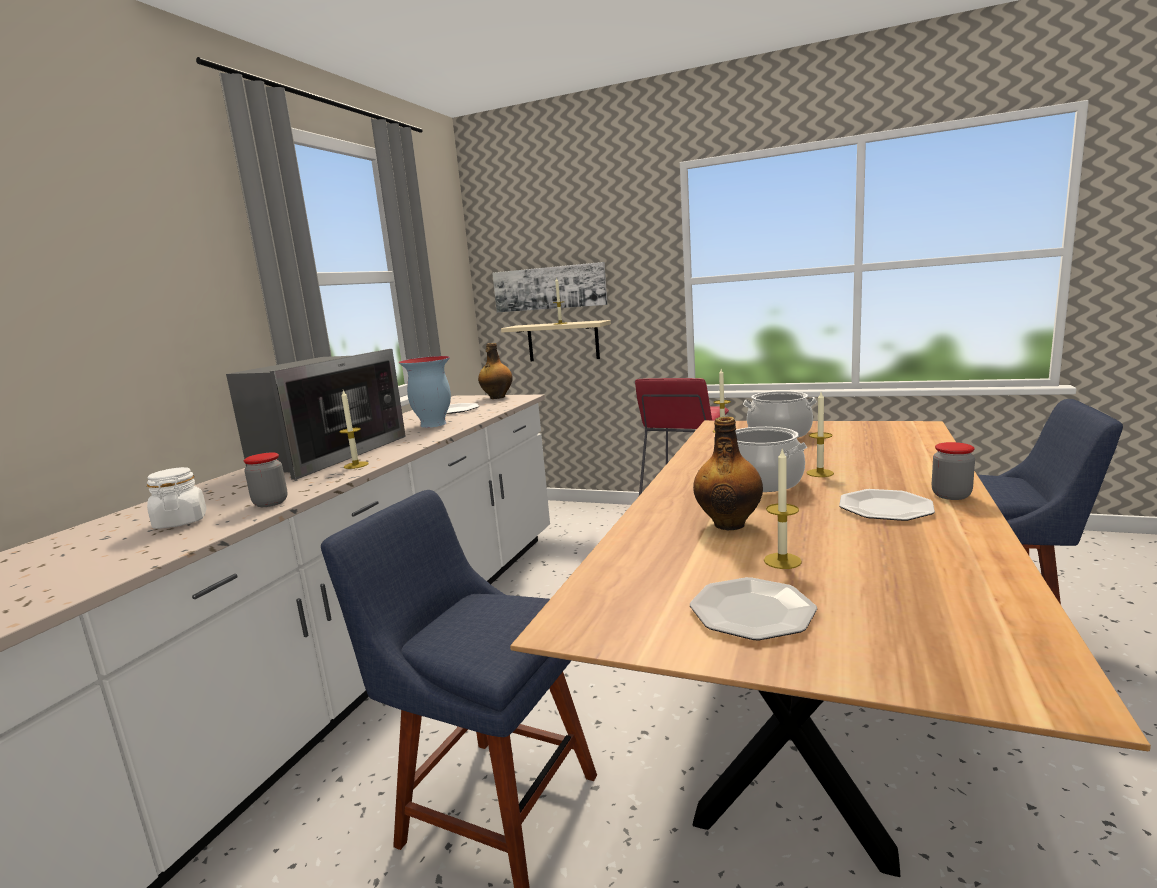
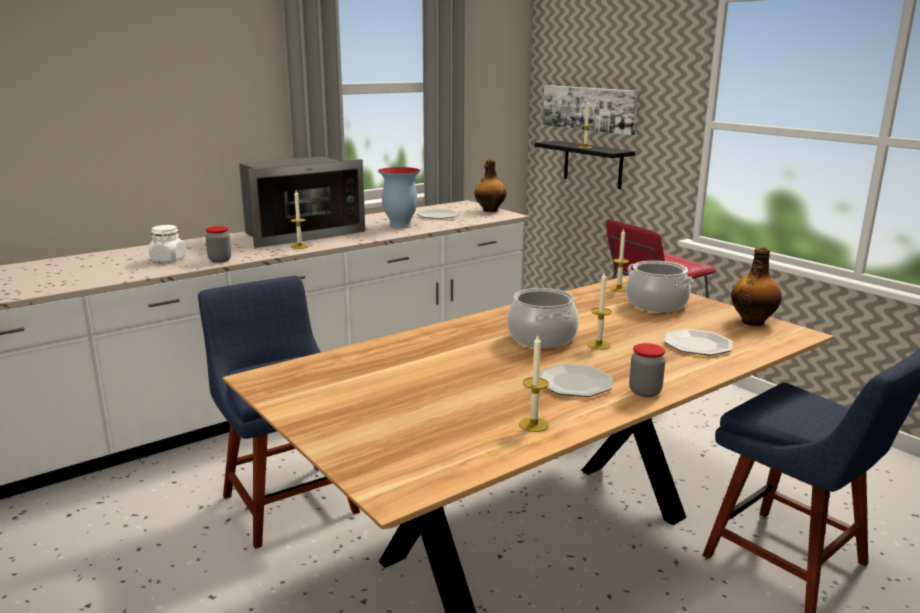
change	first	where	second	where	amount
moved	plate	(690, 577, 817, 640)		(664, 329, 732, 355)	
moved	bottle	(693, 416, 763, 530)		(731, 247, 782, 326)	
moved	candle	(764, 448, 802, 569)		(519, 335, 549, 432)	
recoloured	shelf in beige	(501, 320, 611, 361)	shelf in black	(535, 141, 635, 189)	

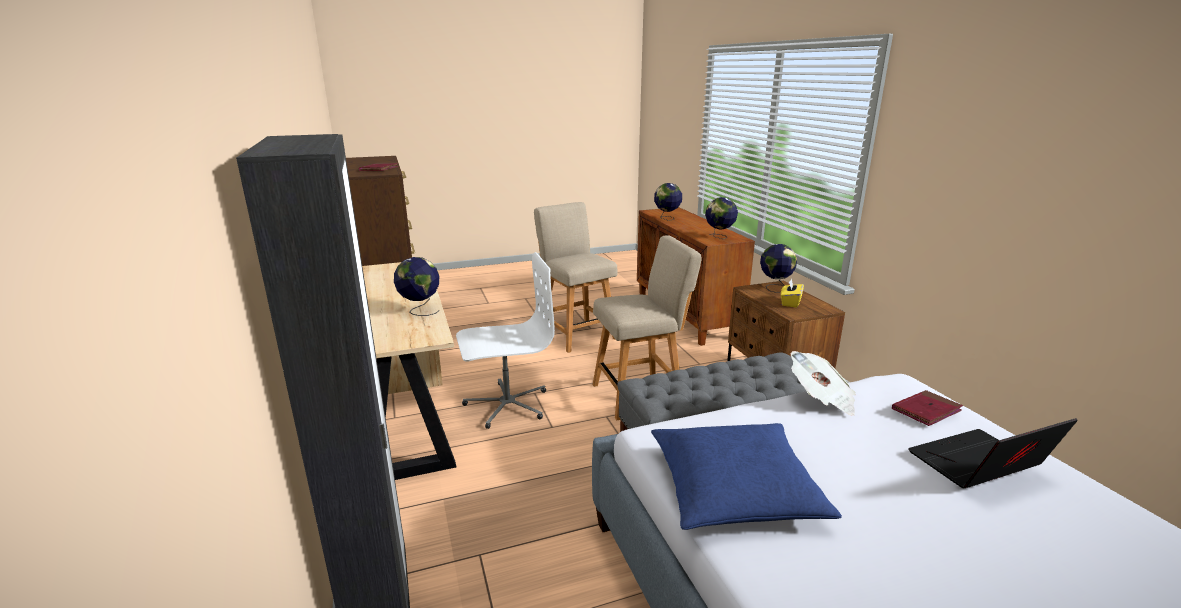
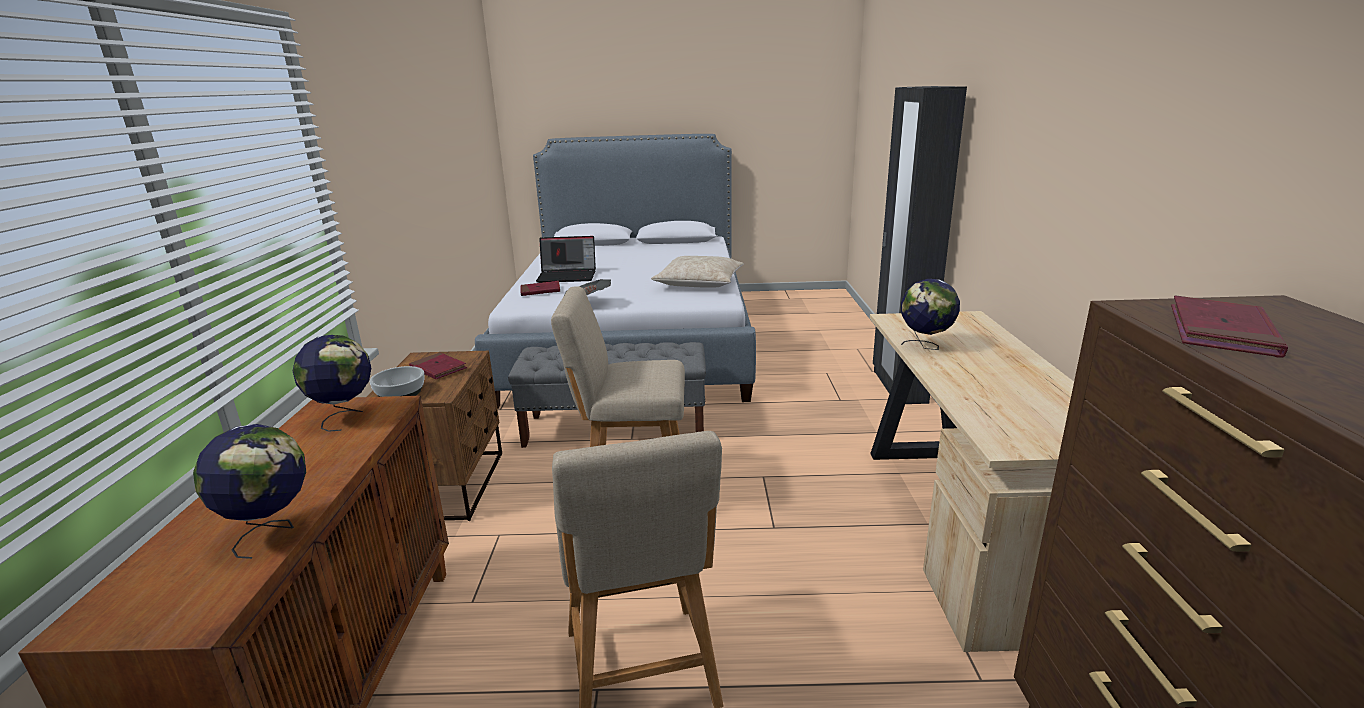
change	first	where	second	where	amount
removed	office chair in white	(456, 252, 555, 429)			
replaced	globe	(760, 244, 797, 293)	bowl	(369, 366, 425, 397)	
replaced	tissue box in yellow	(781, 278, 804, 308)	book in red	(409, 352, 467, 379)	
recoloured	pillow in blue	(651, 423, 842, 530)	pillow in beige	(651, 256, 744, 288)	

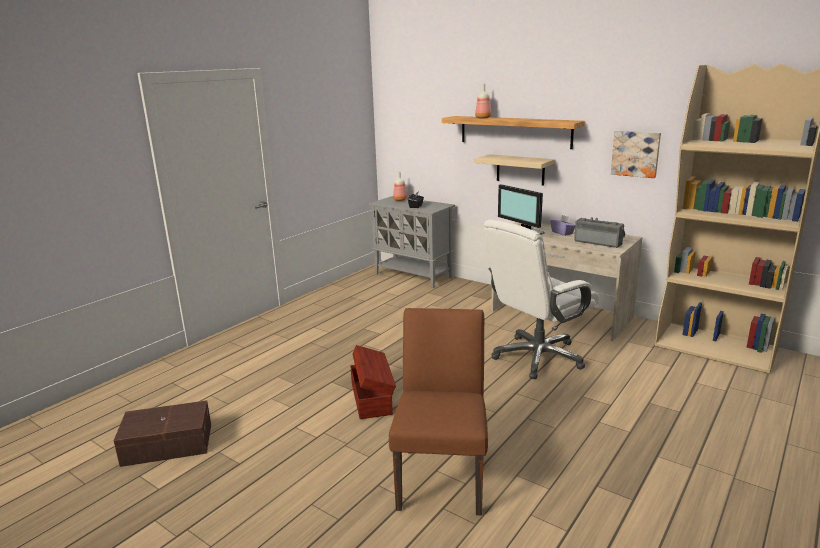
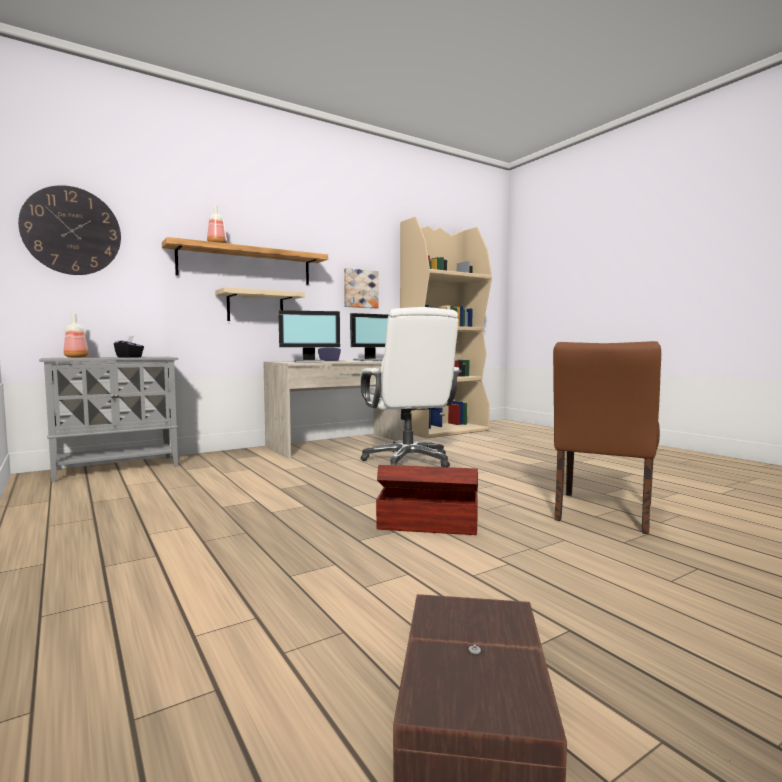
change	first	where	second	where	amount
added			wall clock	(18, 185, 121, 275)	
replaced	radio	(574, 217, 625, 248)	monitor	(350, 313, 388, 361)	
turned	chair in brown	(389, 308, 488, 515)		(553, 341, 661, 534)	90 degrees counterclockwise

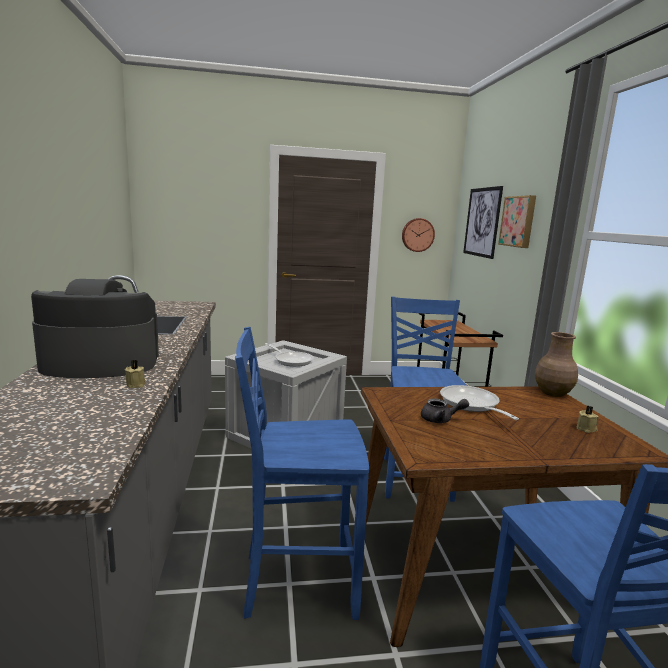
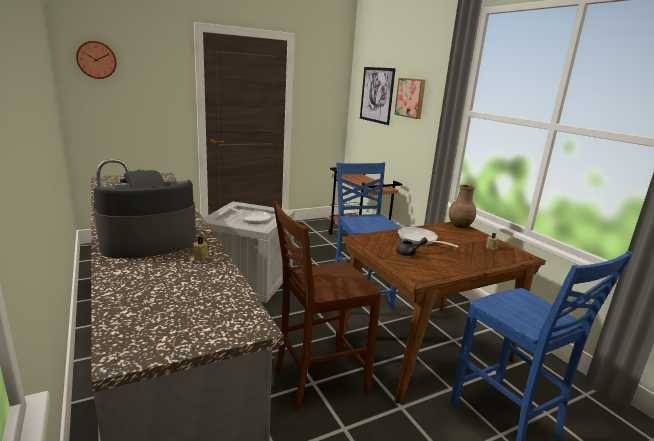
change	first	where	second	where	amount
moved	wall clock	(402, 218, 435, 252)		(76, 41, 117, 79)	
recoloured	chair in blue	(235, 327, 369, 620)	chair in brown	(273, 201, 381, 411)	

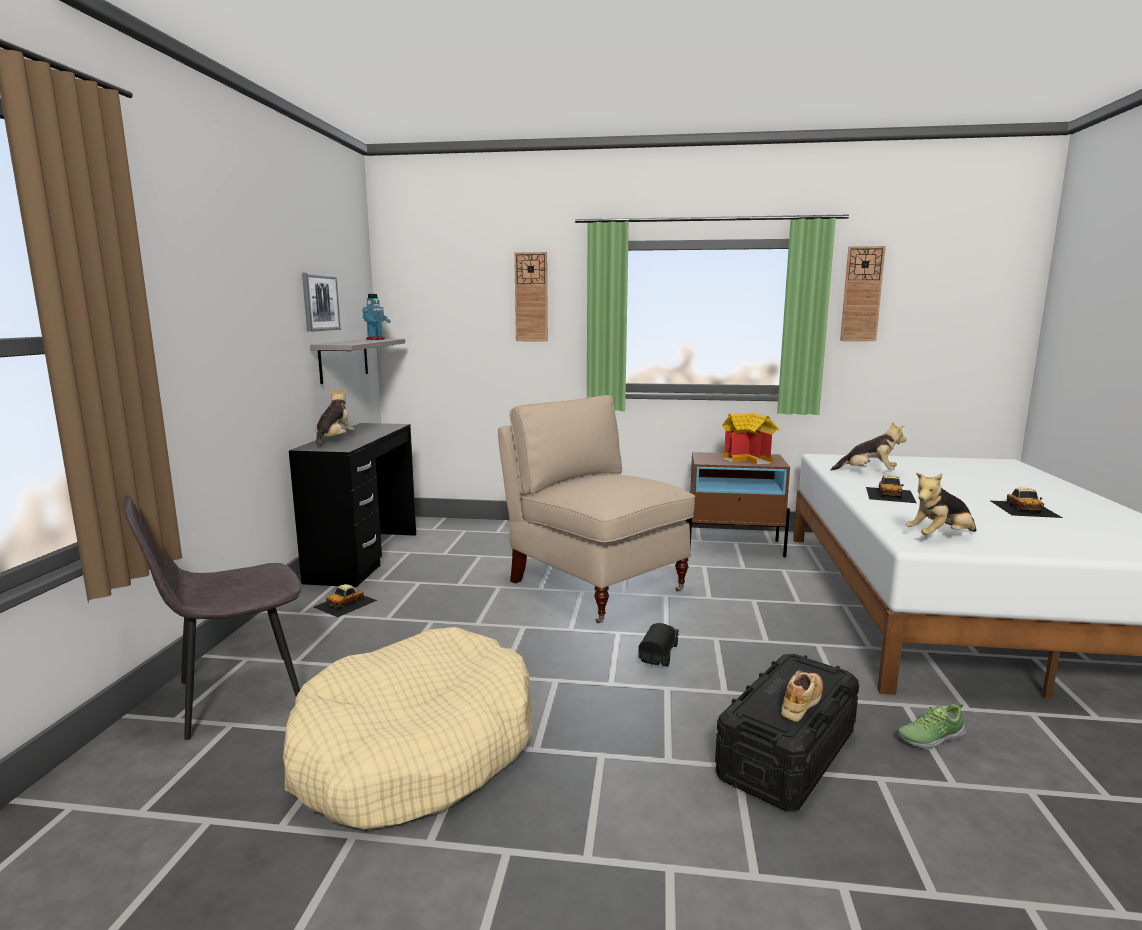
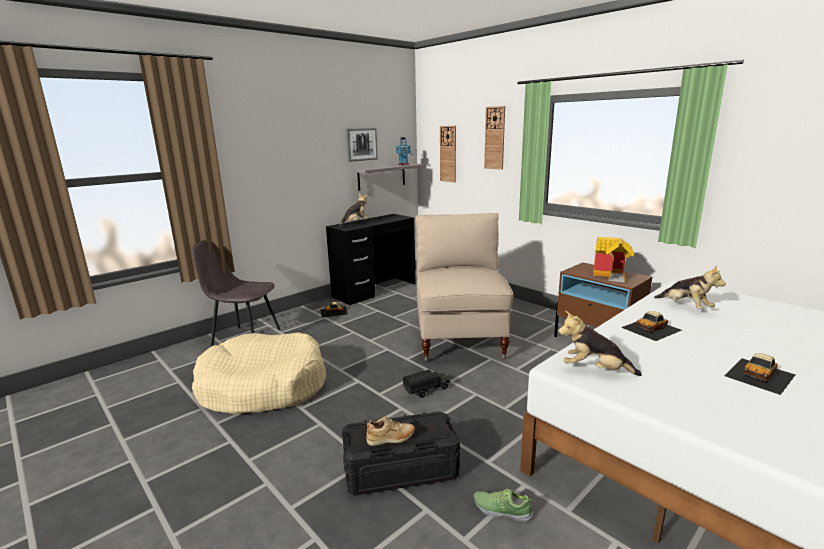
change	first	where	second	where	amount
moved	wall clock	(840, 246, 886, 341)		(440, 126, 456, 182)	

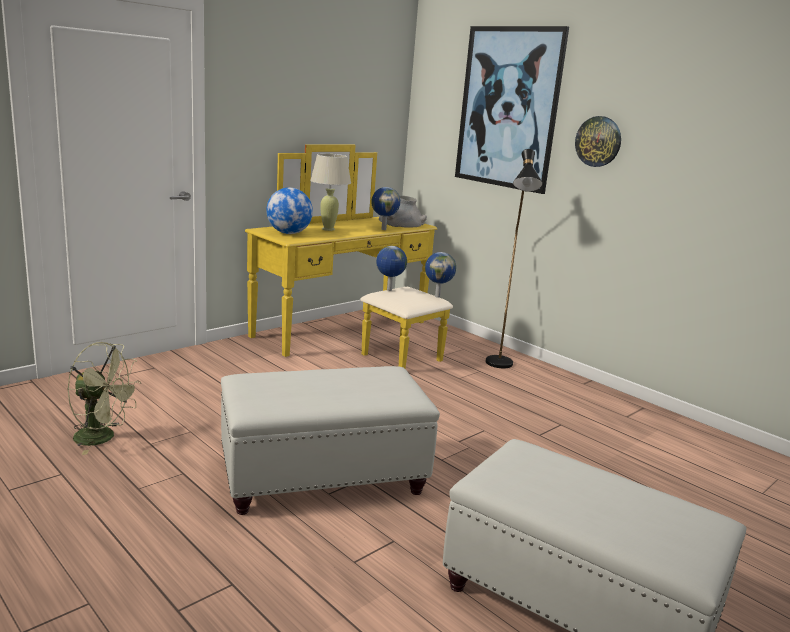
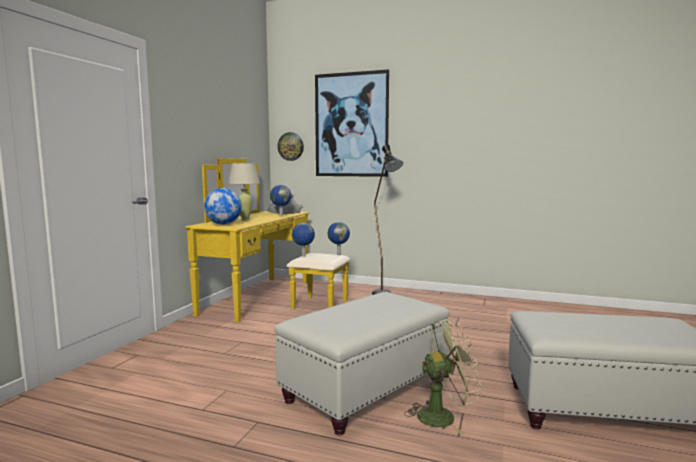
change	first	where	second	where	amount
moved	fan in green	(68, 342, 141, 455)		(404, 320, 482, 434)	
moved	wall clock	(575, 116, 621, 167)		(277, 132, 304, 161)	

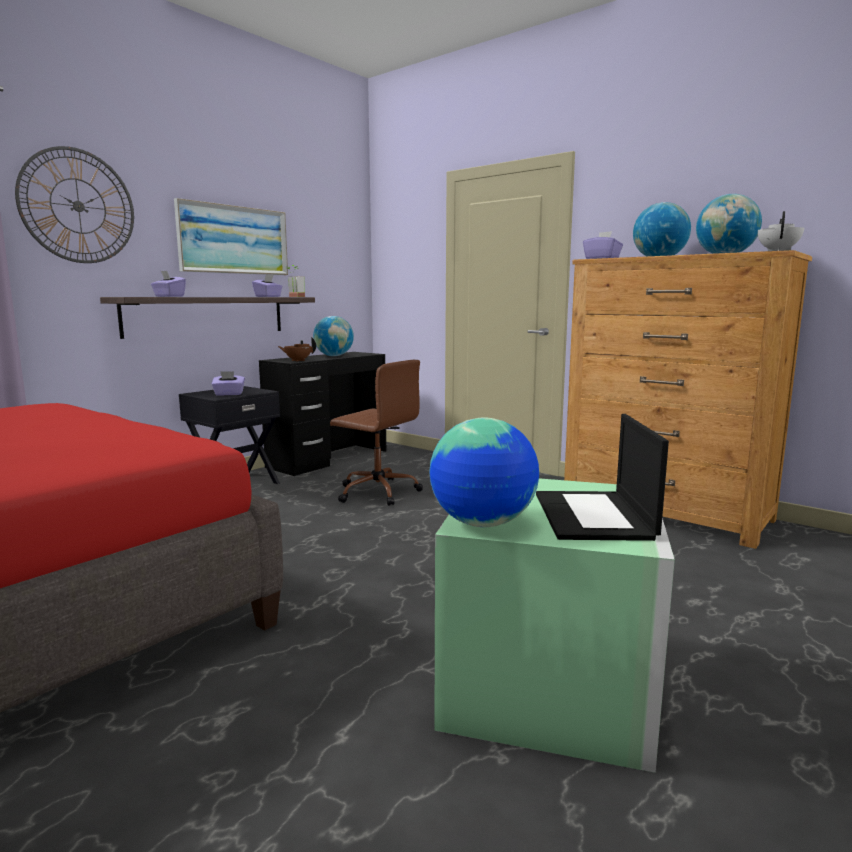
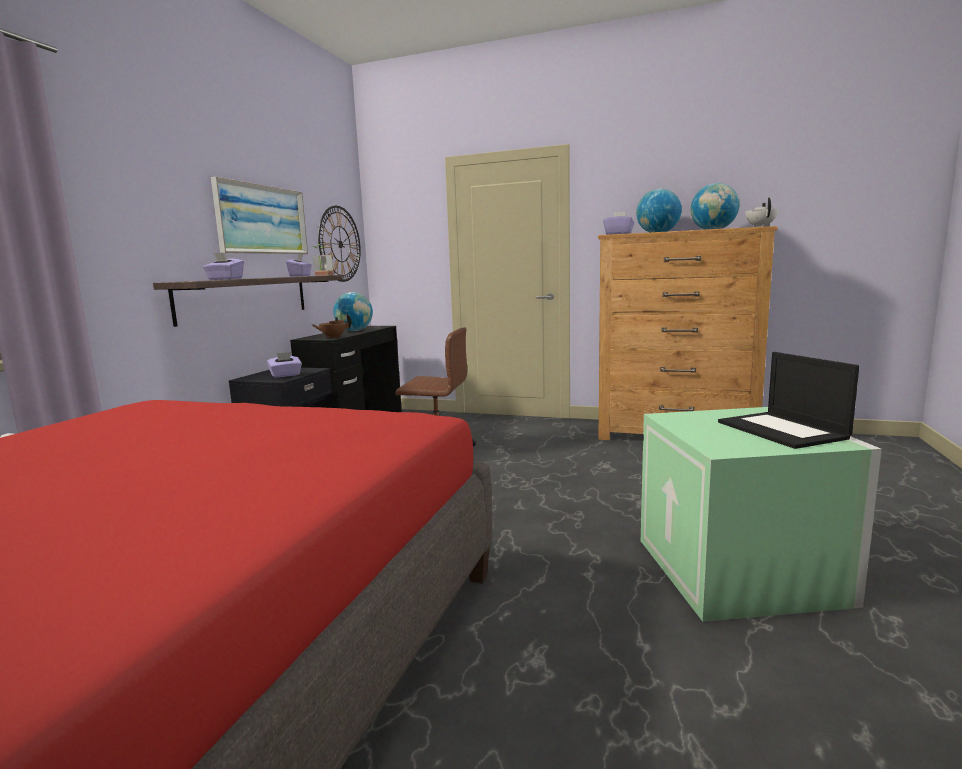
change	first	where	second	where	amount
removed	globe	(429, 417, 539, 527)			
moved	wall clock	(15, 146, 134, 263)		(318, 206, 361, 282)	

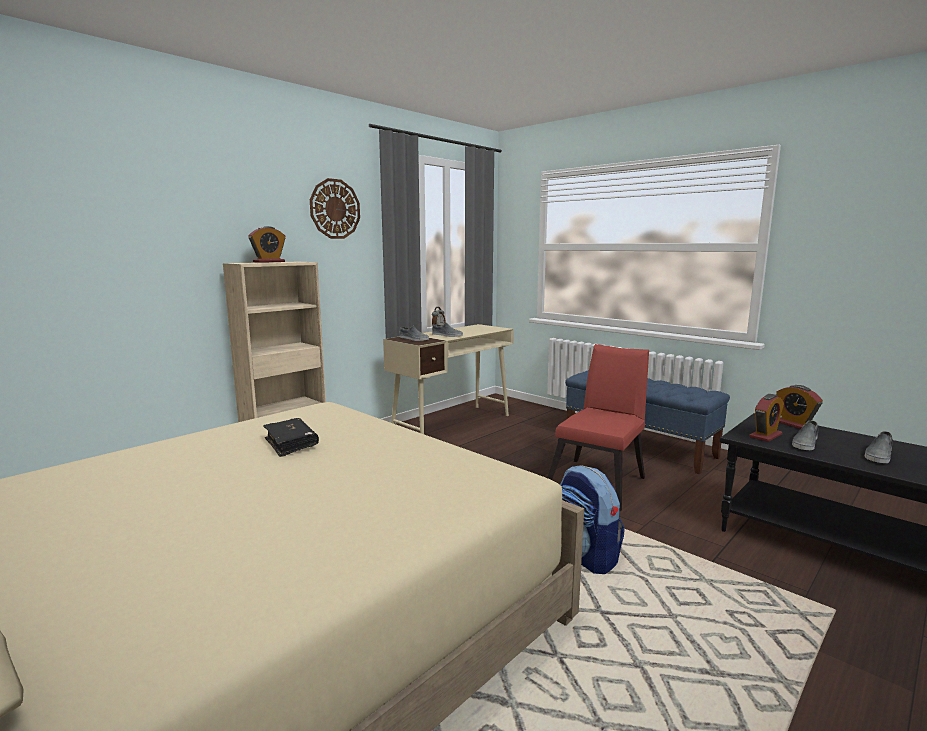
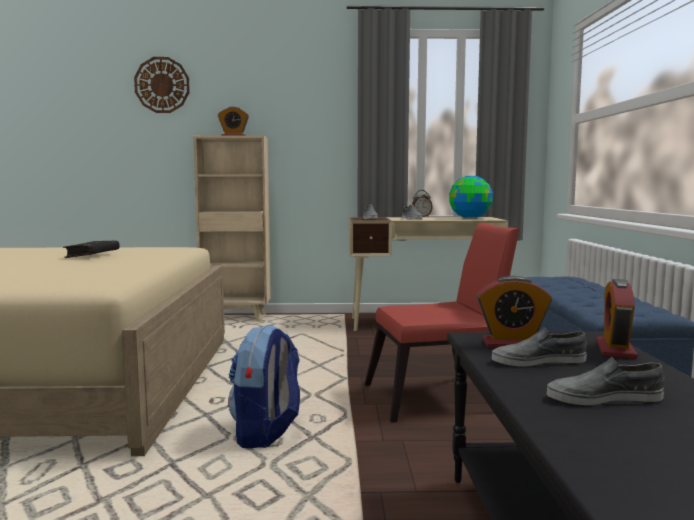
change	first	where	second	where	amount
added			globe	(449, 176, 493, 219)	
moved	wall clock	(310, 178, 360, 239)		(134, 57, 190, 113)	

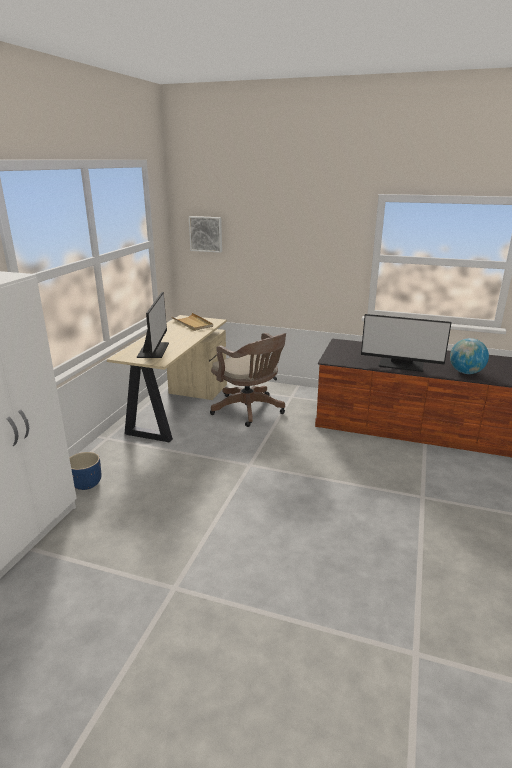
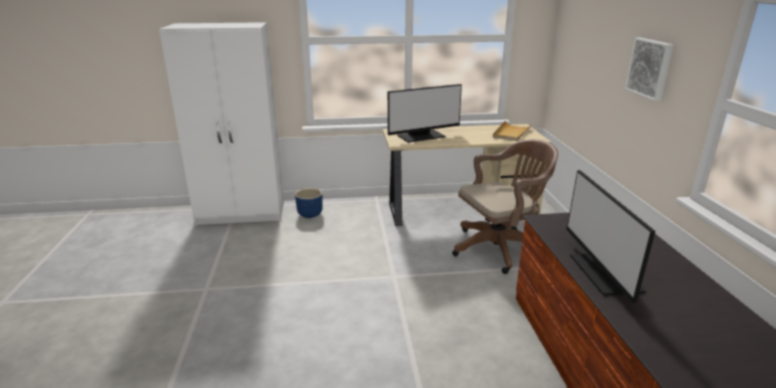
change	first	where	second	where	amount
removed	globe	(450, 338, 489, 374)			
moved	picture	(189, 216, 222, 253)		(625, 38, 674, 101)	
turned	office chair in brown	(210, 333, 286, 427)		(452, 139, 558, 274)	135 degrees counterclockwise

